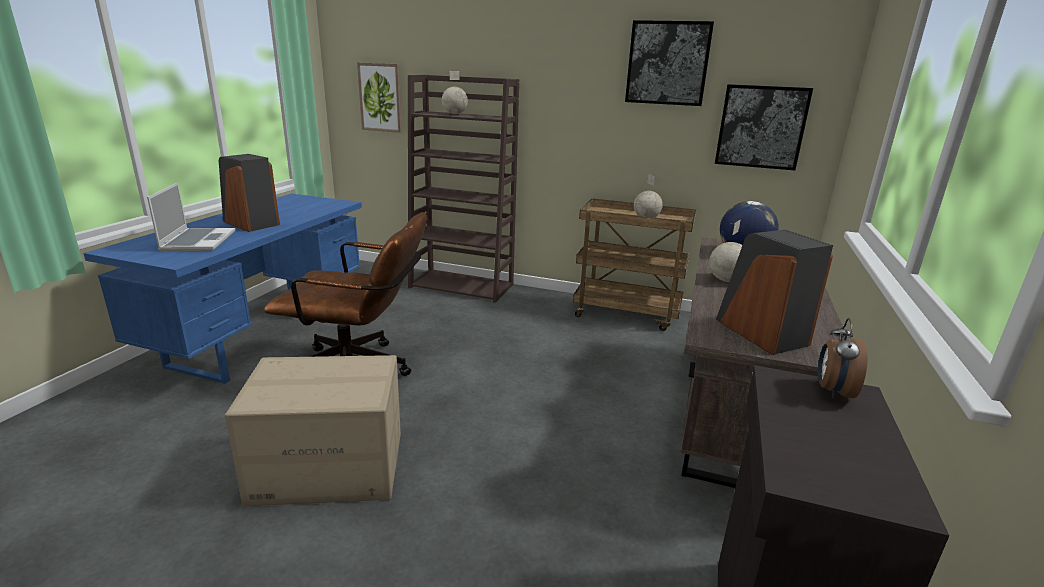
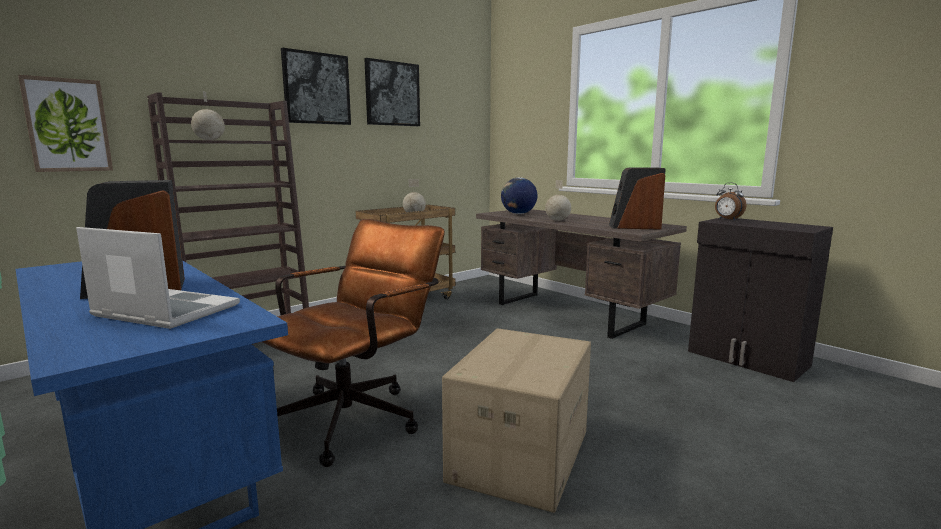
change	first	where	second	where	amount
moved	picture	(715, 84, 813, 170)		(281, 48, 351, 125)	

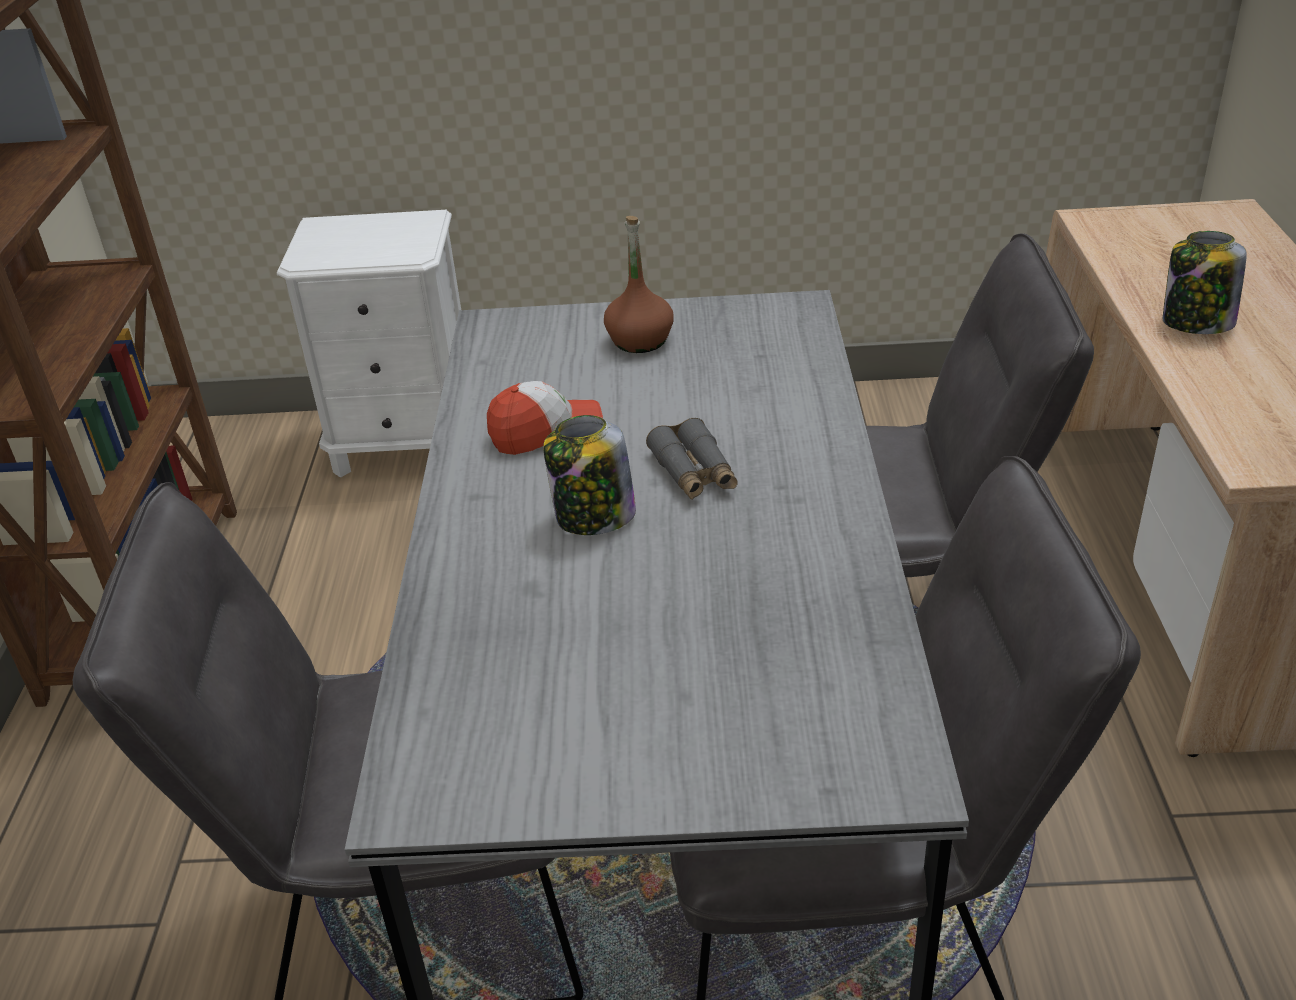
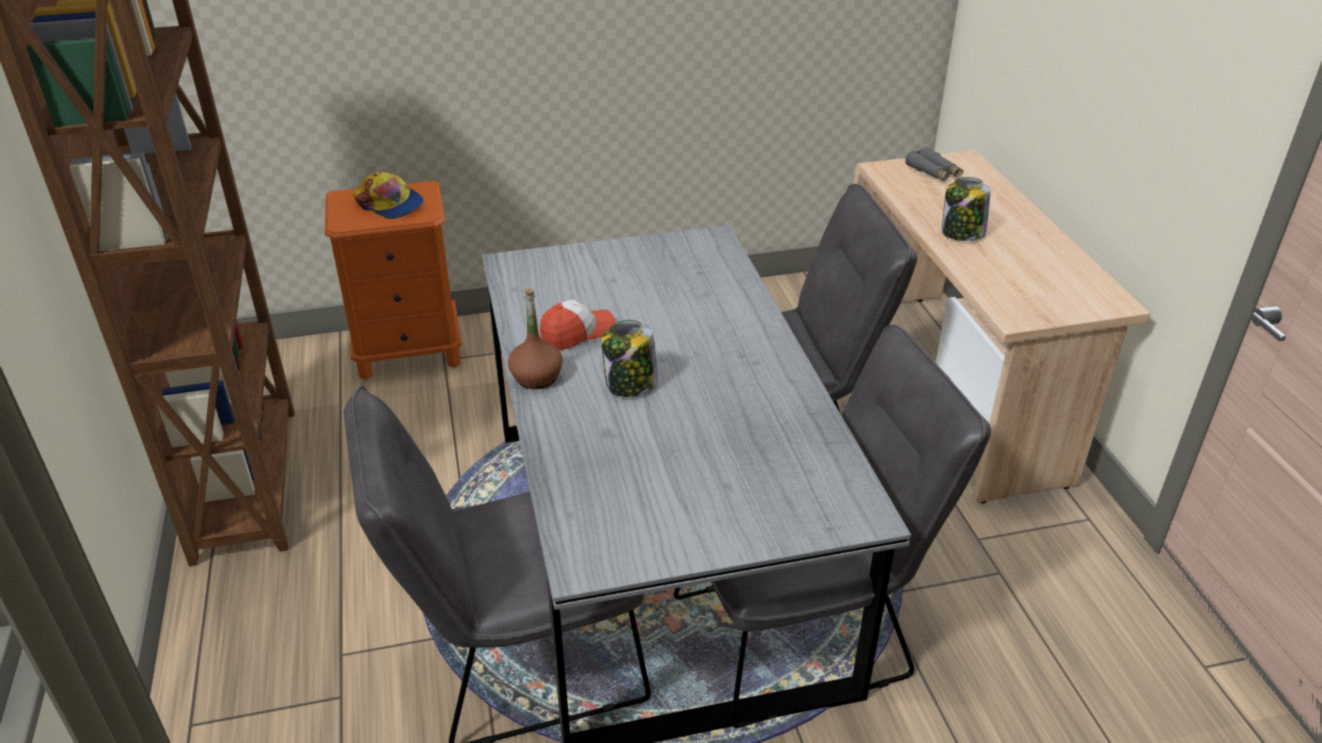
change	first	where	second	where	amount
added			cap	(353, 171, 424, 219)	
moved	bottle in brown	(604, 216, 674, 353)		(508, 289, 563, 389)	
moved	binoculars in grey	(646, 418, 738, 500)		(905, 147, 963, 181)	
recoloured	nightstand in white	(277, 210, 461, 477)	nightstand in orange	(325, 180, 462, 380)	

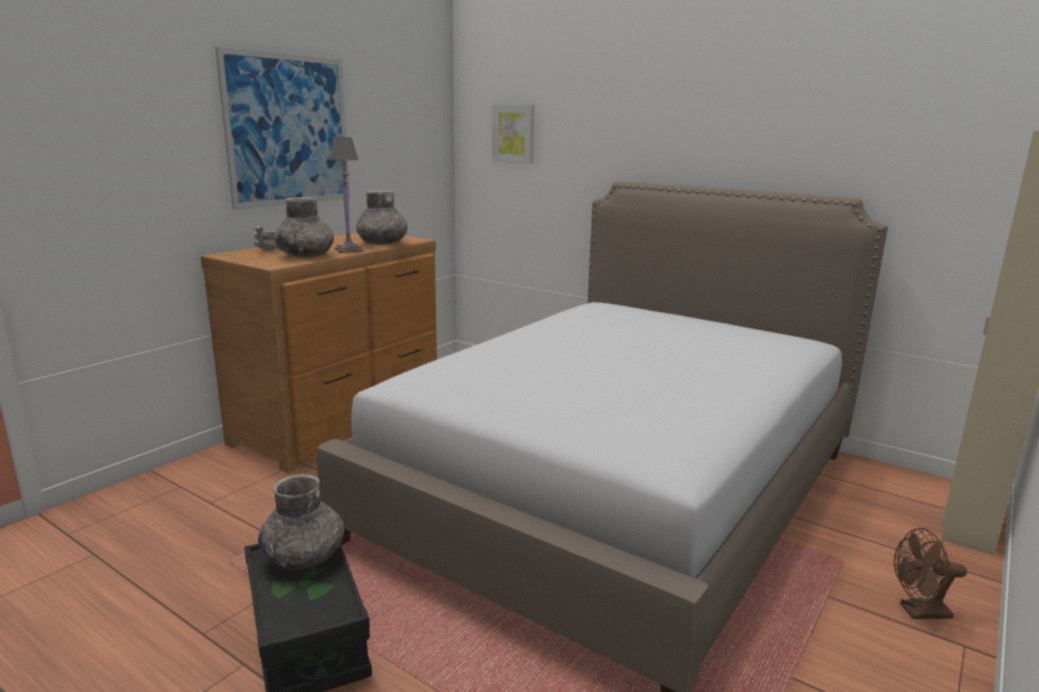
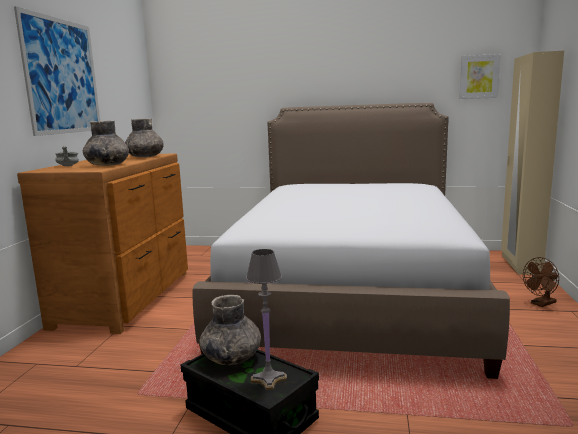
change	first	where	second	where	amount
moved	table lamp in grey	(329, 137, 363, 253)		(246, 249, 287, 390)	
moved	picture	(492, 104, 534, 164)		(459, 54, 501, 99)	

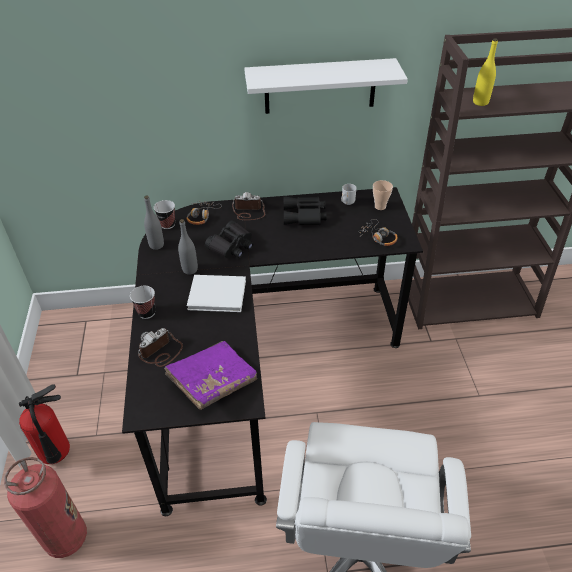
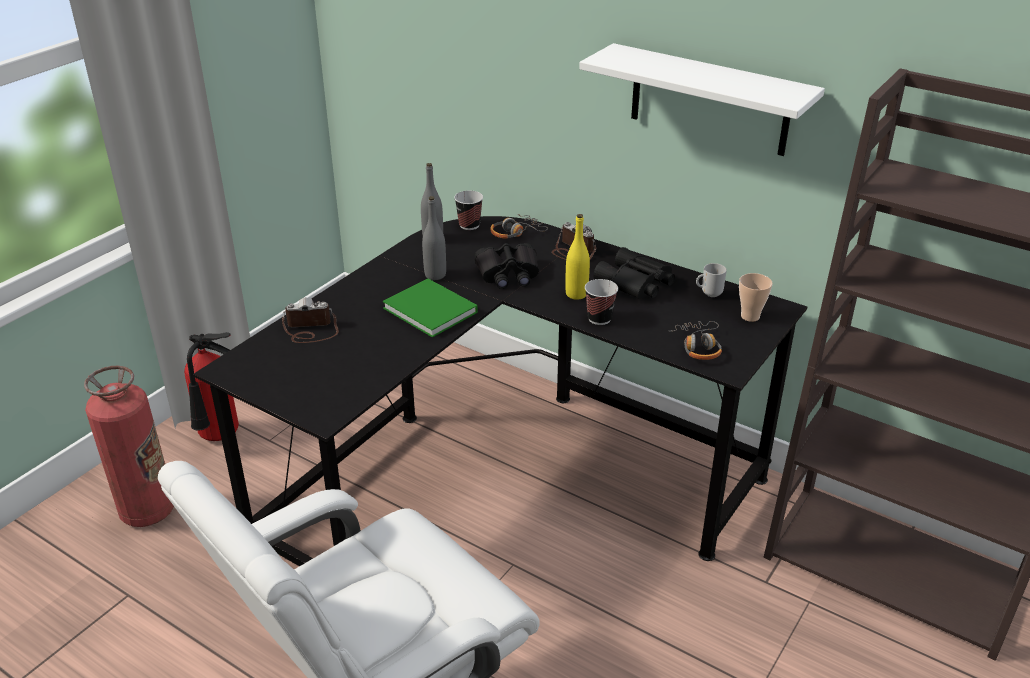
change	first	where	second	where	amount
removed	book in purple	(164, 341, 257, 409)			
moved	cup	(130, 286, 156, 319)		(585, 279, 618, 325)	
moved	bottle in yellow	(473, 38, 498, 106)		(565, 214, 590, 300)	
recoloured	book in white	(187, 275, 246, 312)	book in green	(383, 278, 478, 338)	

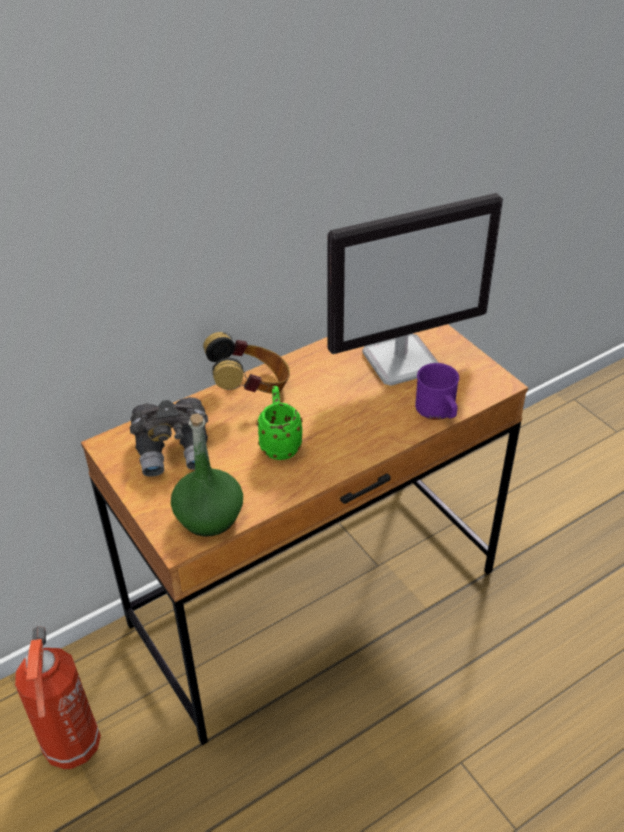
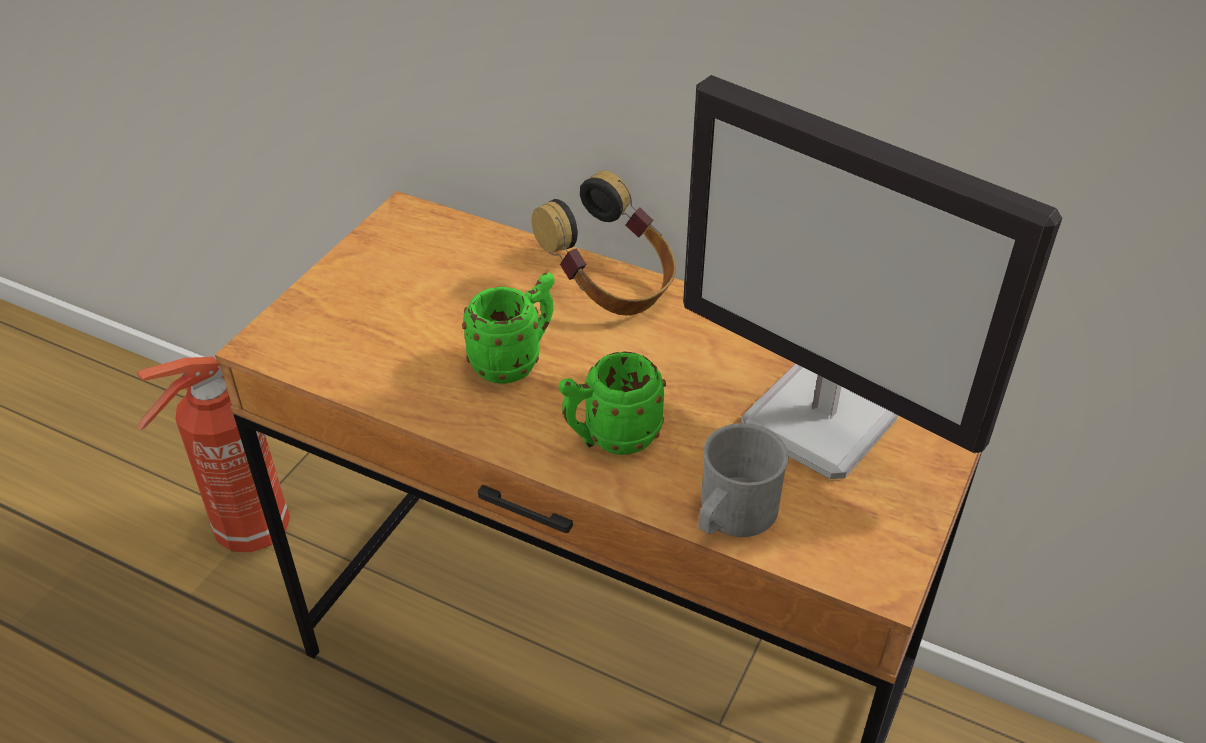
change	first	where	second	where	amount
removed	binoculars in grey	(130, 397, 208, 476)			
removed	bottle in green	(171, 414, 243, 537)			
added			mug in green	(559, 352, 666, 455)	
recoloured	mug in purple	(415, 363, 459, 420)	mug in grey	(698, 423, 788, 537)	

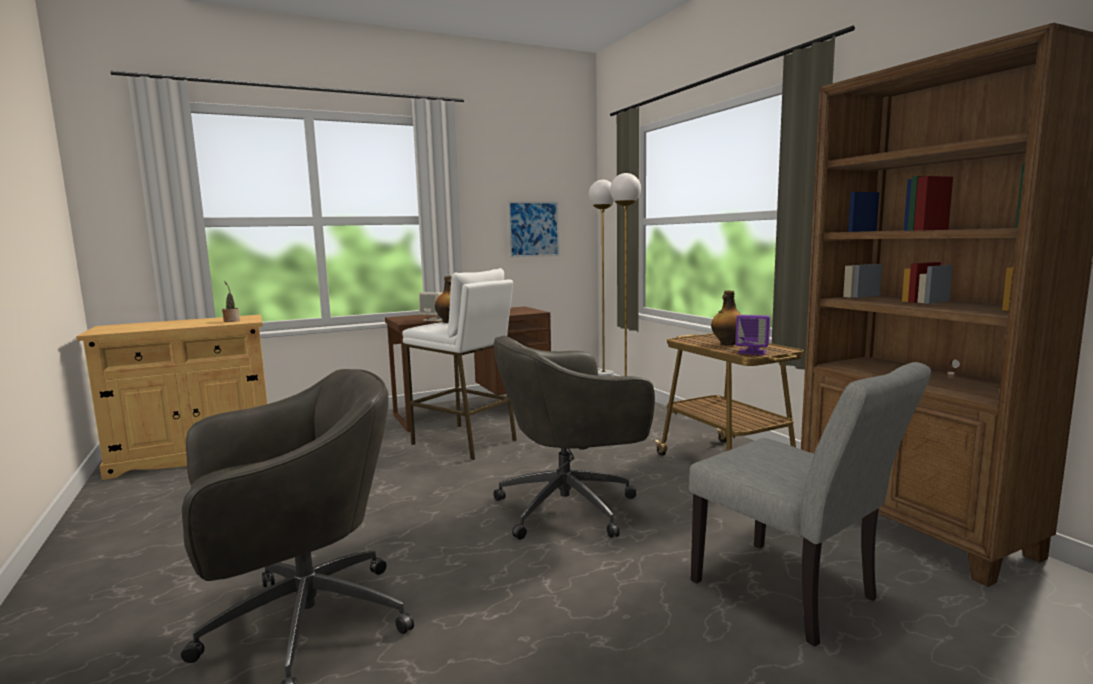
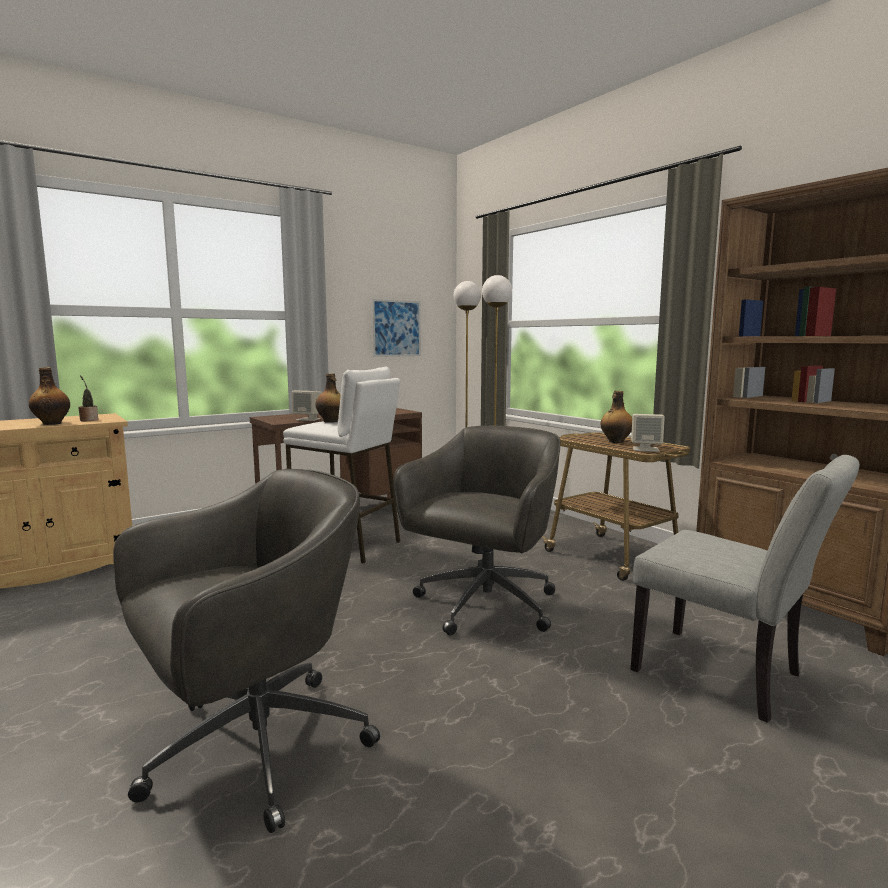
change	first	where	second	where	amount
added			bottle	(29, 367, 70, 425)	
recoloured	speaker in purple	(735, 315, 770, 355)	speaker in beige	(631, 414, 665, 452)	
turned	office chair in grey	(493, 335, 655, 540)		(393, 426, 560, 635)	150 degrees clockwise

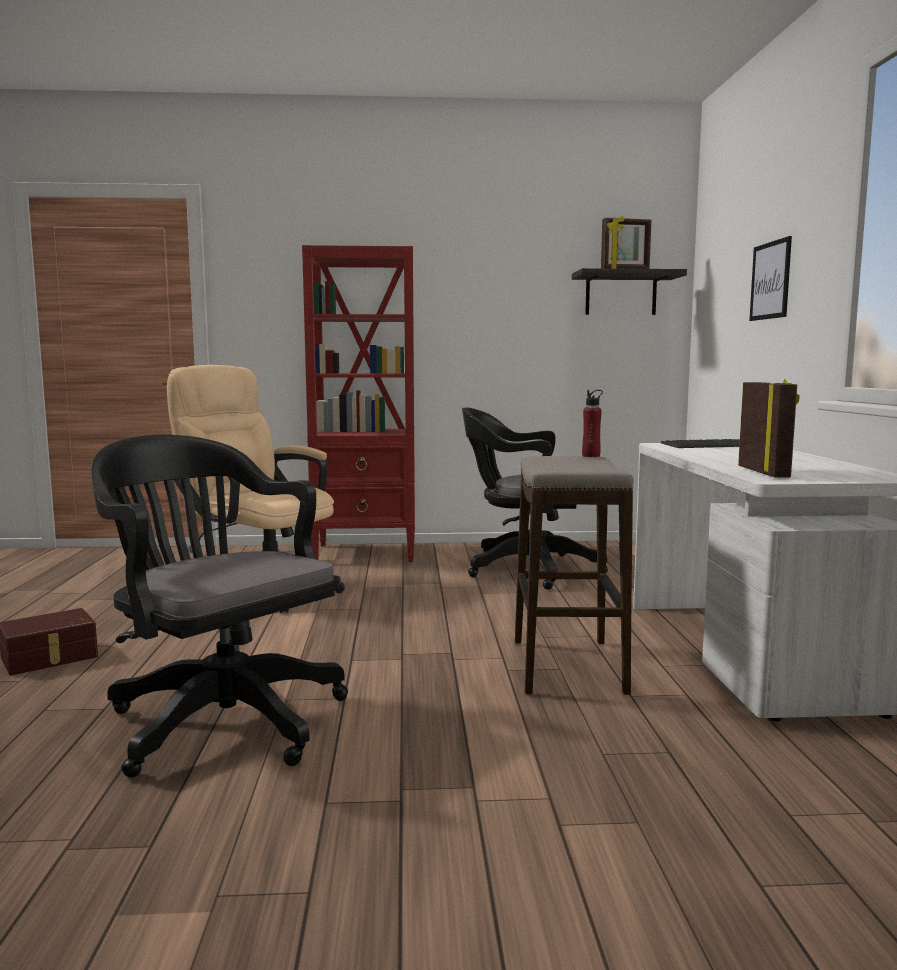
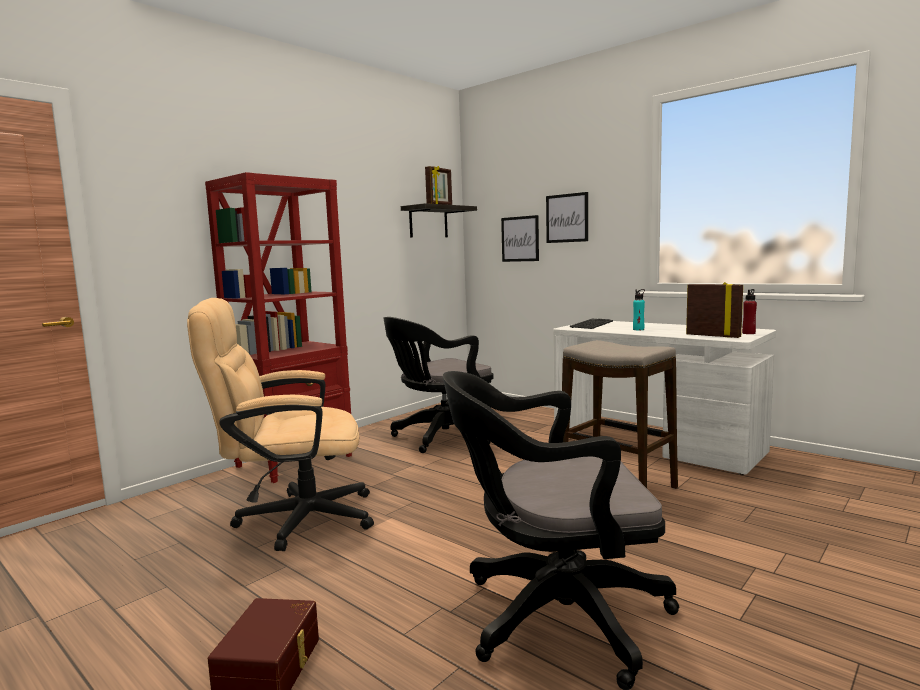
change	first	where	second	where	amount
added			picture	(501, 215, 539, 262)	
added			bottle in turquoise	(633, 289, 645, 330)	
moved	bottle in red	(582, 390, 603, 457)		(742, 289, 757, 334)	

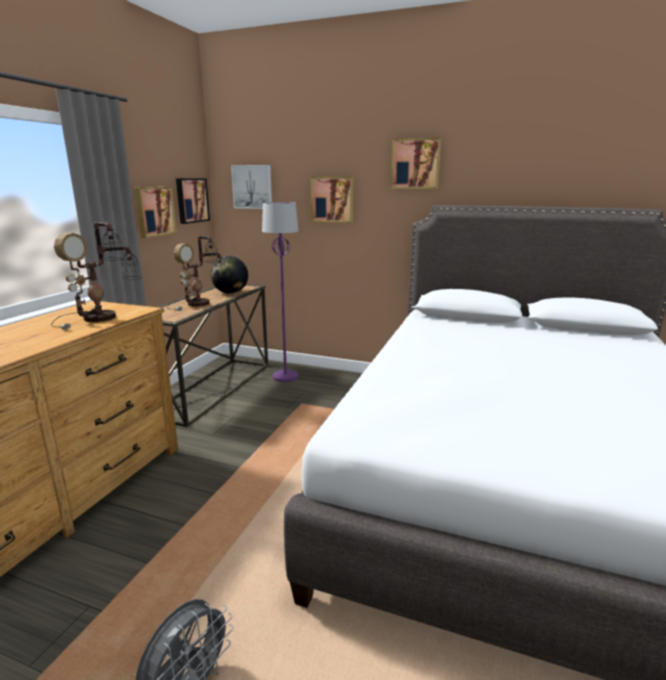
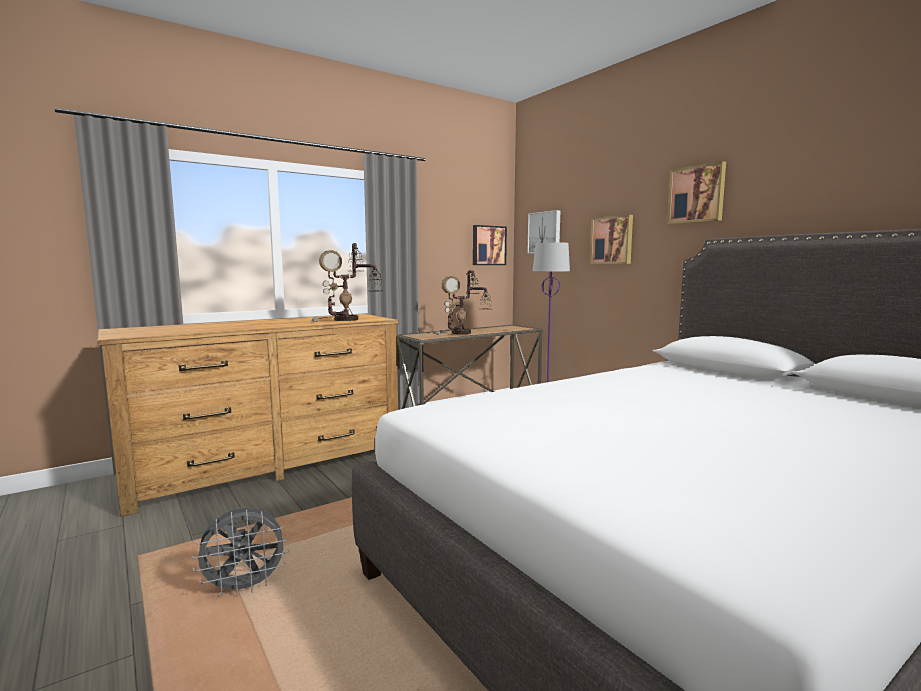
change	first	where	second	where	amount
removed	picture	(134, 187, 177, 238)			
removed	globe	(210, 256, 248, 294)			

